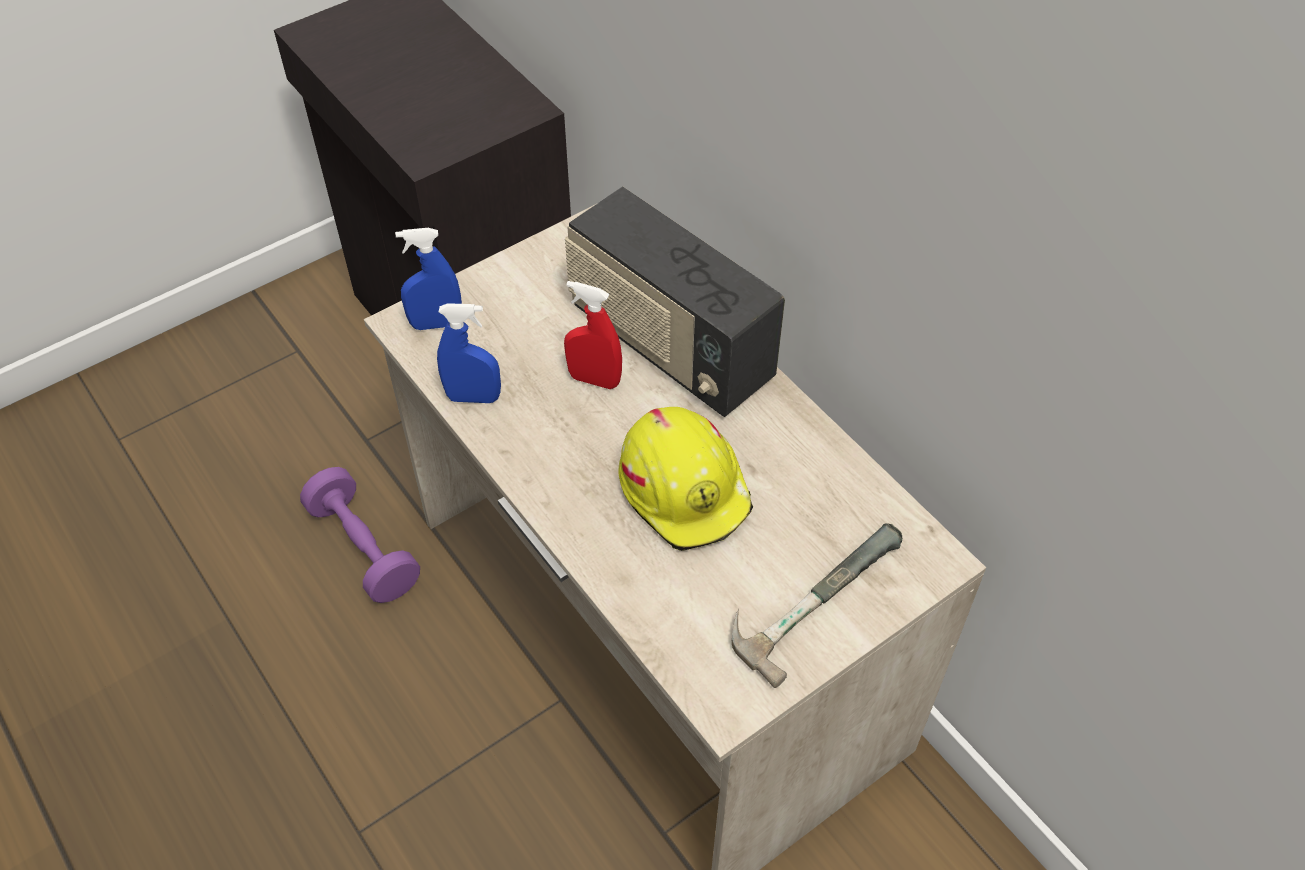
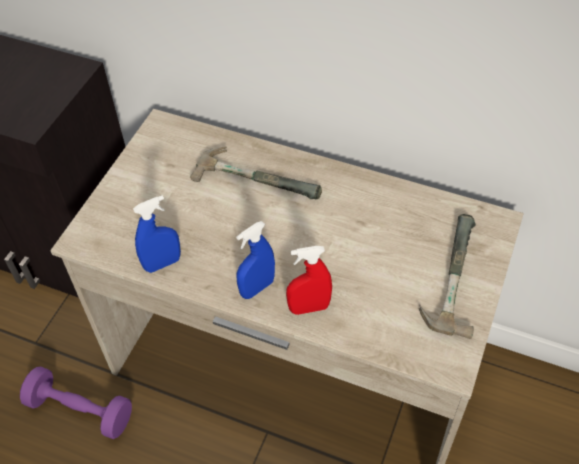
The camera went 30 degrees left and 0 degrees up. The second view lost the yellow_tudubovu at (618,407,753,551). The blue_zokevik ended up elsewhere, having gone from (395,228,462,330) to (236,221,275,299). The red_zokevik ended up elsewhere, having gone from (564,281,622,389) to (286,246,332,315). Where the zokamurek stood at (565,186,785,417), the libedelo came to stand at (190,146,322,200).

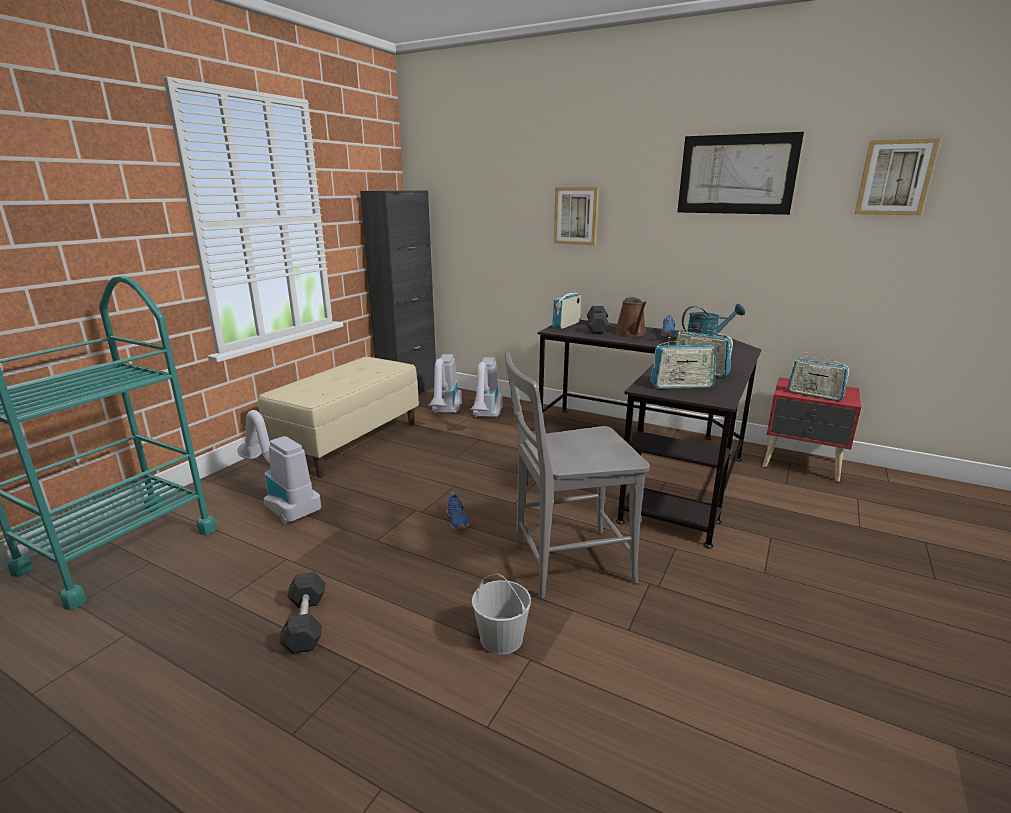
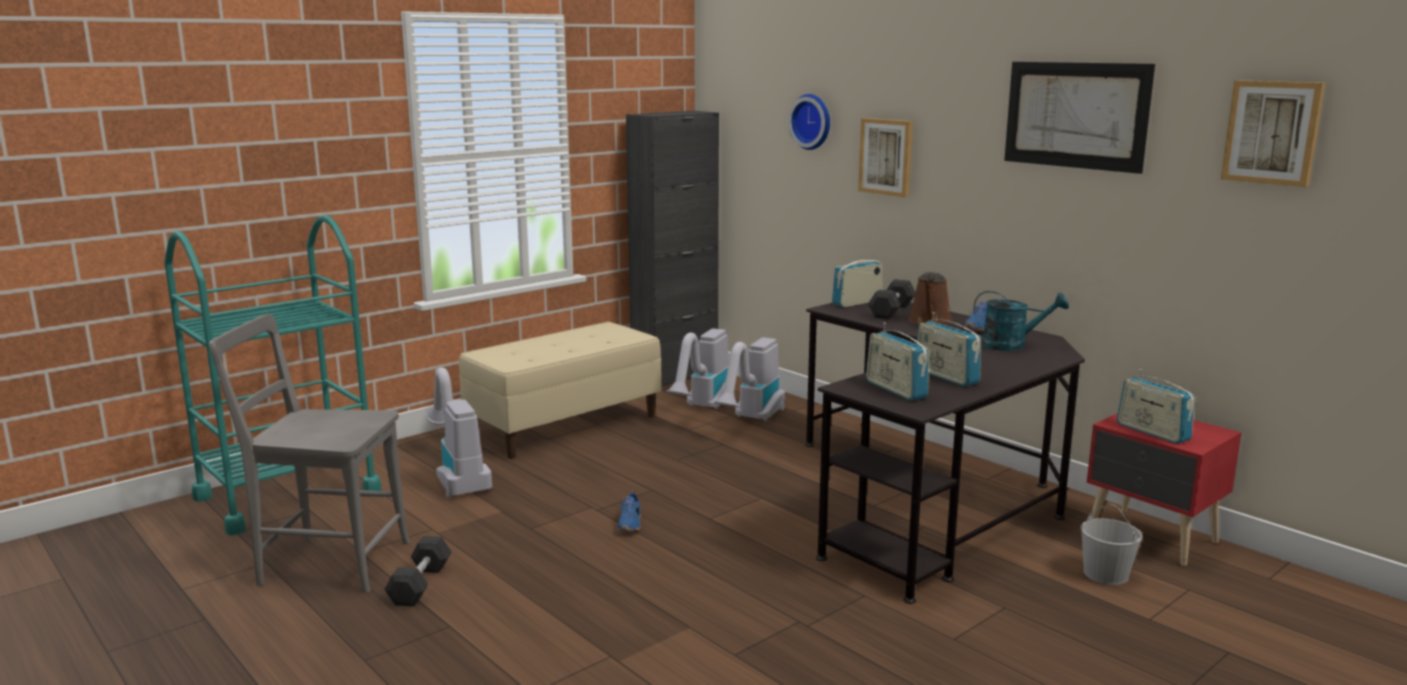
The camera went 20 degrees right and 5 degrees down. The second view gained the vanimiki at (788,94,830,150). The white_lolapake ended up elsewhere, having gone from (472,573,531,655) to (1081,504,1142,585). The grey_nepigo ended up elsewhere, having gone from (505,353,650,598) to (209,314,410,593). The zokamurek at (650,337,716,389) ended up facing another way, 45 degrees clockwise from before.

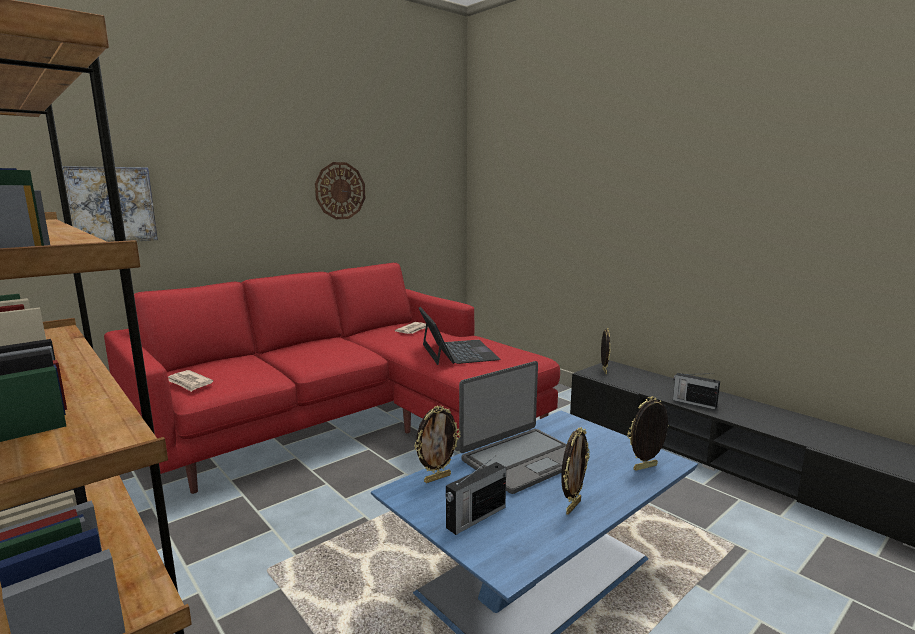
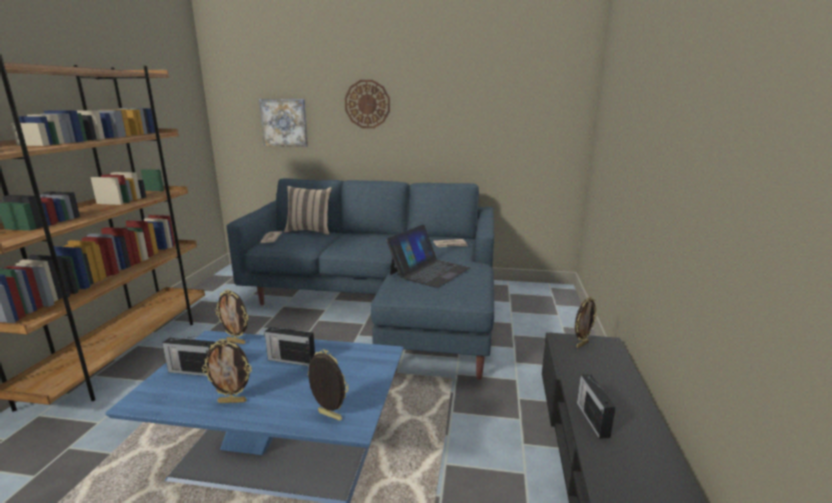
The camera went 50 degrees right and 5 degrees up. The second view gained the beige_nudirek at (284,186,332,235). The vanimiki ended up elsewhere, having gone from (315,162,365,219) to (345,80,390,128). Where the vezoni stood at (459,361,589,494), the zokamurek came to stand at (264,326,315,366). What was the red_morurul at (104,263,560,494) turned into the blue_morurul at (226,178,494,380).

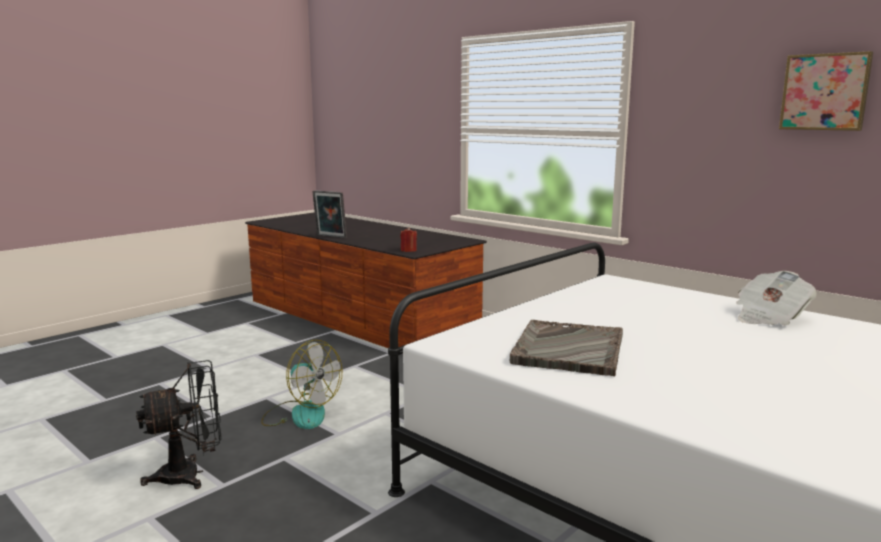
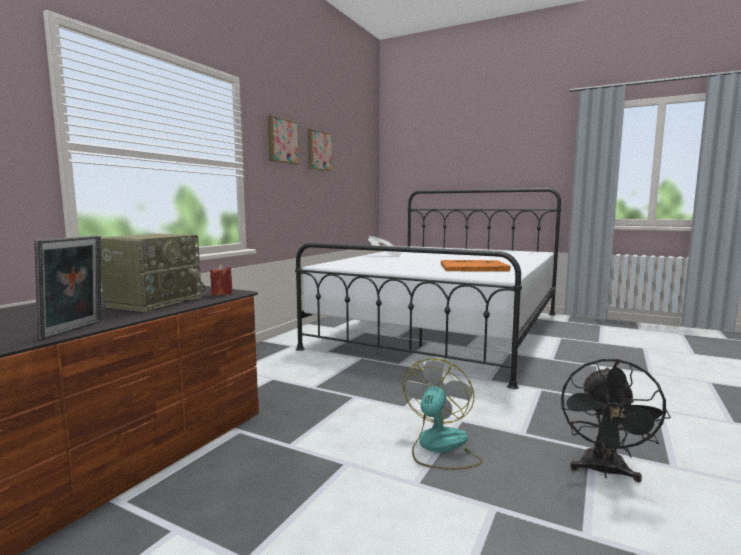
The camera went 105 degrees left and 5 degrees down. The second view gained the zokamurek at (101,234,205,312). The second view gained the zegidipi at (268,115,300,165). What was the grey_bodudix at (510,320,623,376) turned into the orange_bodudix at (441,260,511,272). The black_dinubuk at (136,360,222,489) ended up facing another way, 120 degrees counterclockwise from before.

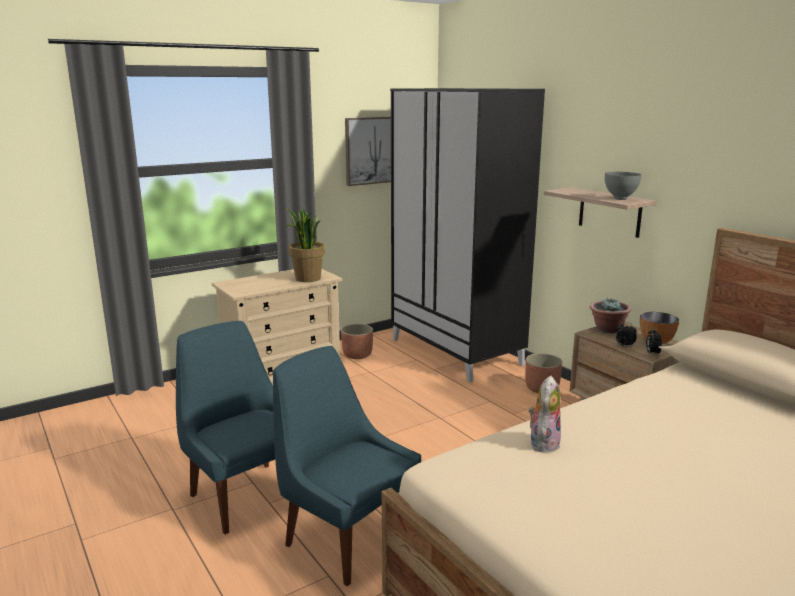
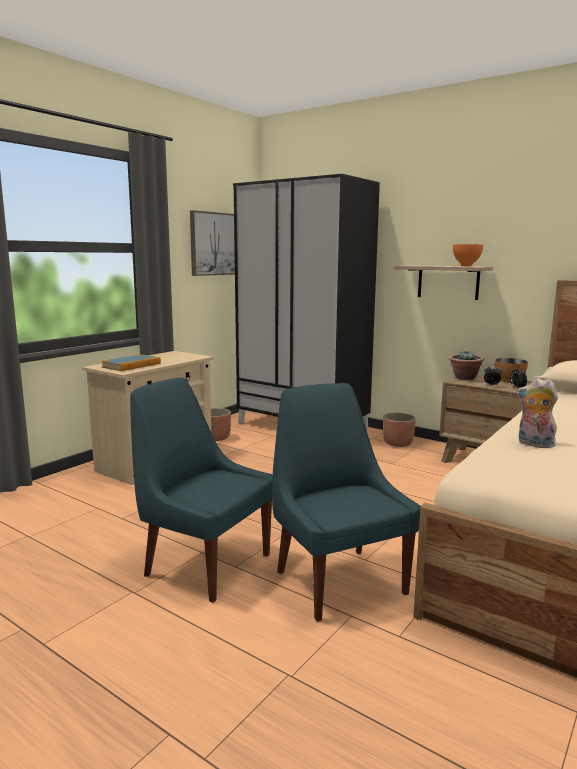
The camera went 20 degrees left and 5 degrees down. The second view lost the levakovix at (286,208,325,282). The second view gained the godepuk at (101,355,161,371). What was the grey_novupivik at (605,172,641,200) turned into the orange_novupivik at (453,244,483,266). The blue_nepigo at (273,346,421,586) ended up facing another way, 45 degrees clockwise from before. The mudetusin at (529,375,561,453) ended up facing another way, 60 degrees counterclockwise from before.

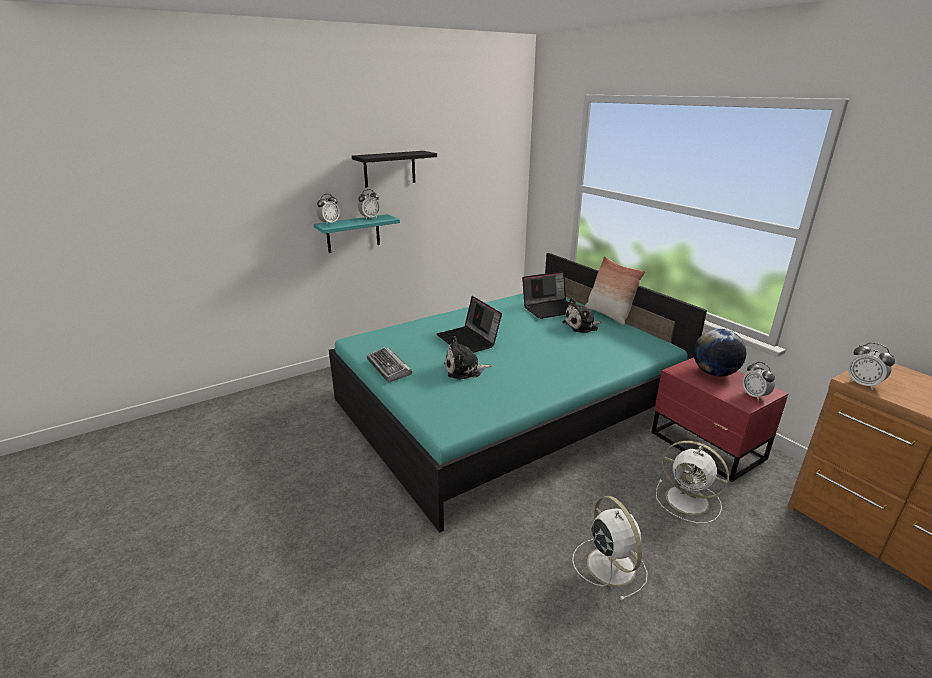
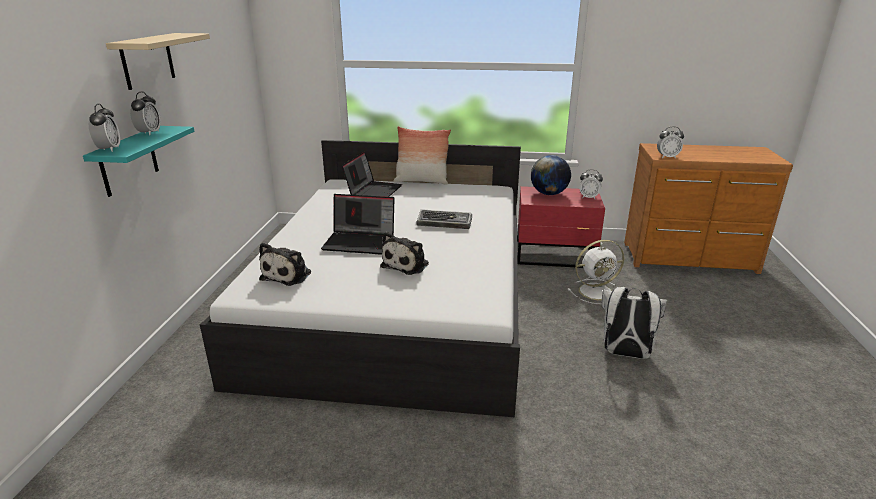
The camera went 50 degrees left and 0 degrees up. The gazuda ended up elsewhere, having gone from (367,347,412,383) to (417,209,472,229). The mudetusin ended up elsewhere, having gone from (562,298,601,333) to (259,243,311,286). Where the white_dinubuk stood at (572,496,648,600), the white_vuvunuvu came to stand at (602,287,667,359). What was the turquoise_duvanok at (329,253,707,533) turned into the white_duvanok at (200,140,521,417). What was the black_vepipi at (352,151,437,187) turned into the beige_vepipi at (106,33,210,90).

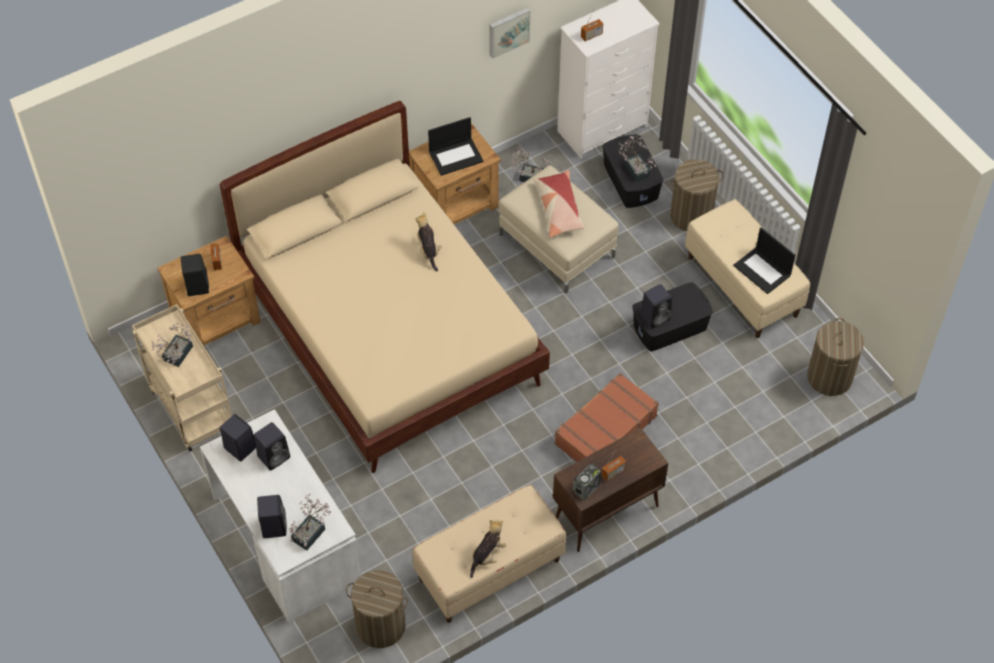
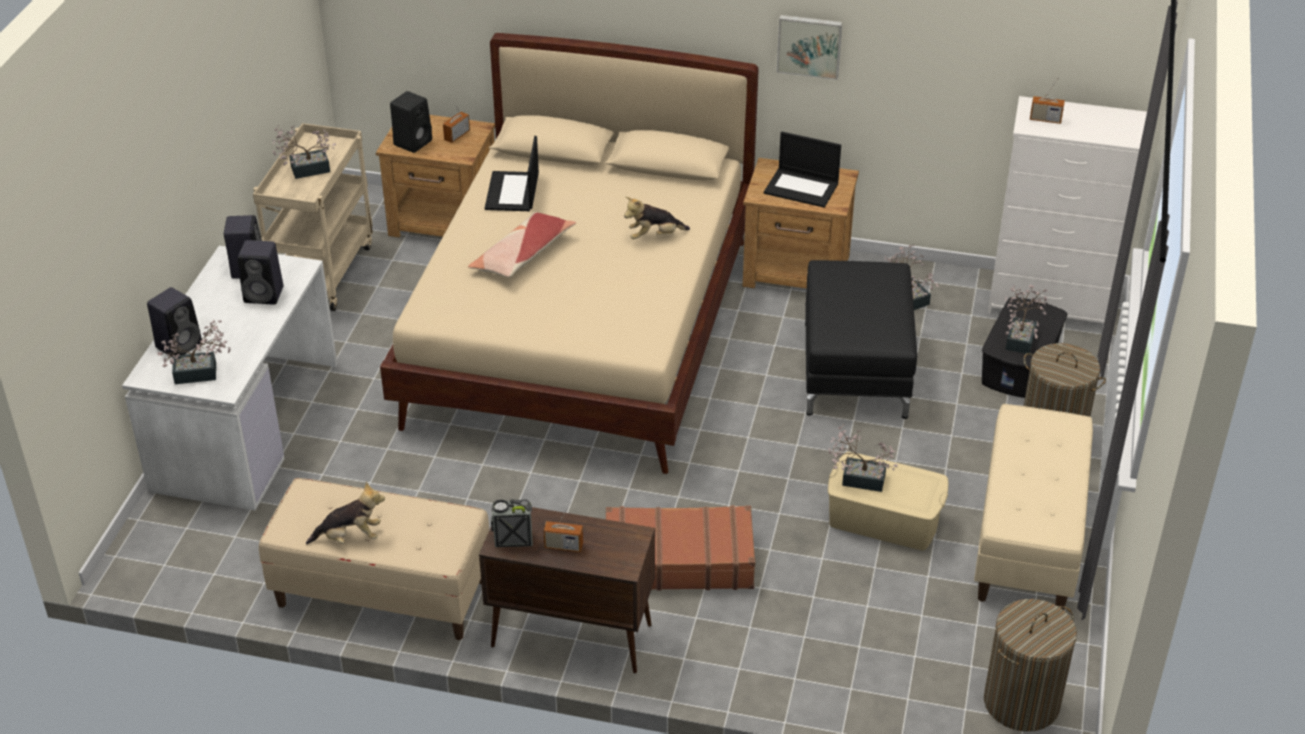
The camera went 45 degrees right and 15 degrees down. The second view lost the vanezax at (346,570,408,648). The zegidipi ended up elsewhere, having gone from (489,7,530,59) to (777,15,842,80). The nudirek ended up elsewhere, having gone from (534,170,584,238) to (468,212,576,277). The vezoni ended up elsewhere, having gone from (733,227,795,294) to (485,136,539,211). Where the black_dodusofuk stood at (641,284,672,329), the levakovix came to stand at (828,424,898,492). What was the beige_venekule at (499,166,619,294) turned into the black_venekule at (805,260,917,419). What was the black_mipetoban at (632,282,712,352) turned into the beige_mipetoban at (828,452,948,550). The mudetusin at (416,211,442,271) ended up facing another way, 135 degrees counterclockwise from before.

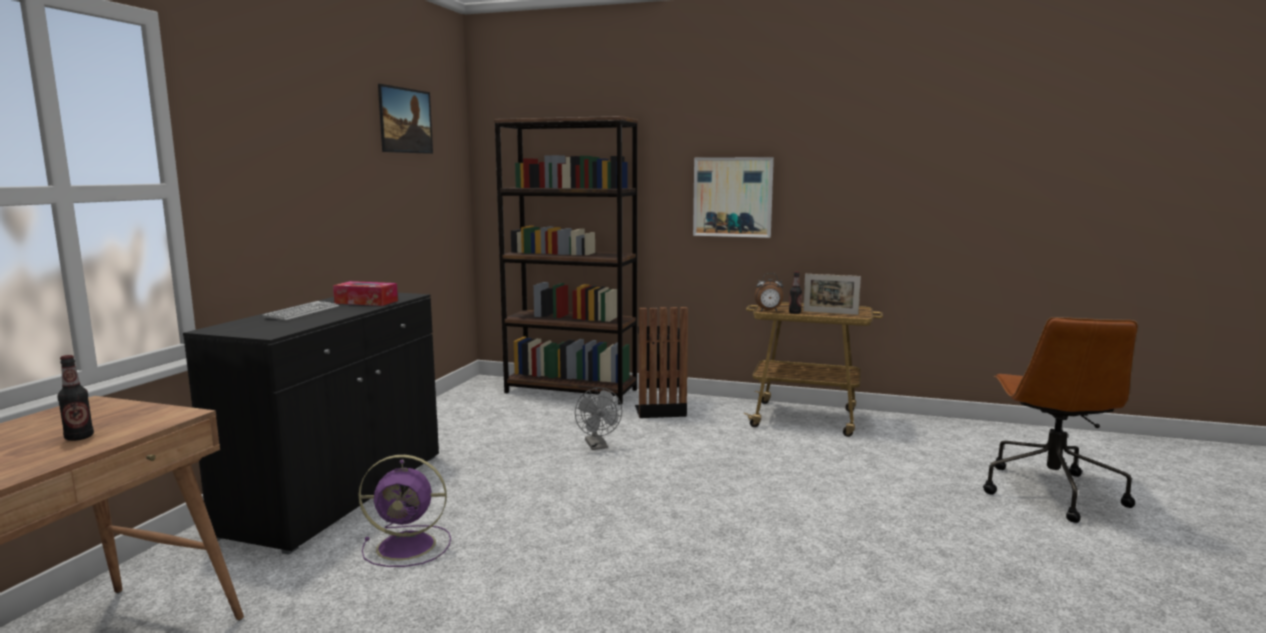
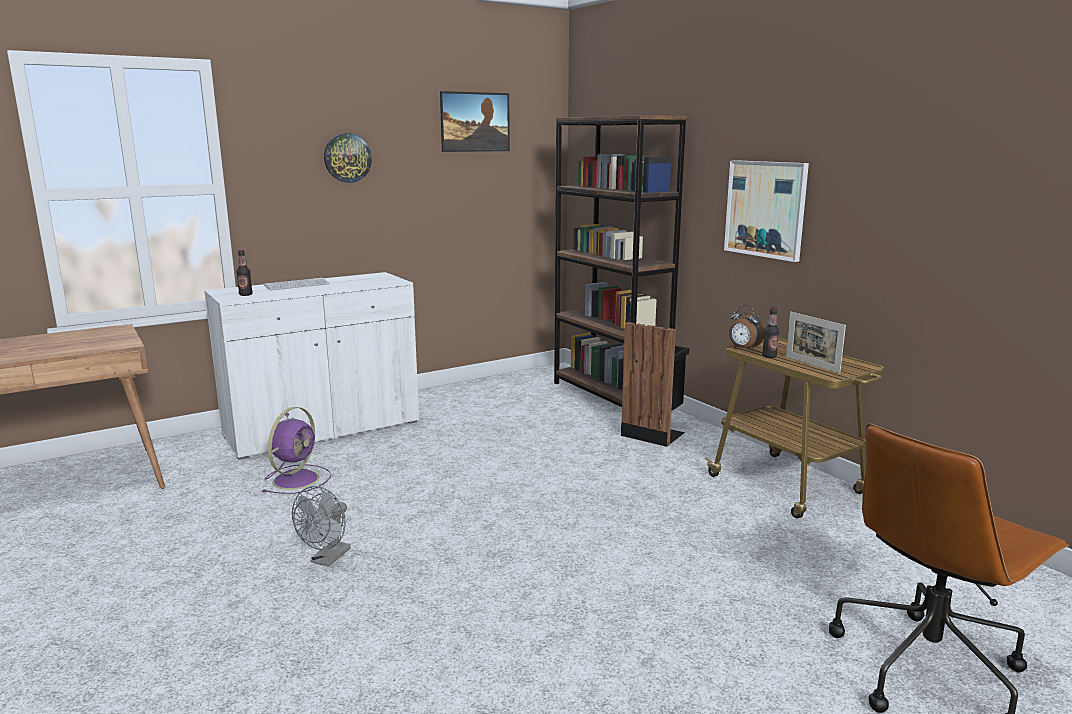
The camera went 40 degrees right and 5 degrees up. The second view lost the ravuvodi at (333,281,398,306). The second view gained the vanimiki at (324,133,372,183). The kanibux ended up elsewhere, having gone from (58,355,94,441) to (236,250,253,296). The grey_dinubuk ended up elsewhere, having gone from (575,388,622,450) to (292,486,351,567). What was the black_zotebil at (183,293,439,555) turned into the white_zotebil at (204,272,419,460). The purple_dinubuk at (359,455,451,567) ended up facing another way, 105 degrees counterclockwise from before.

